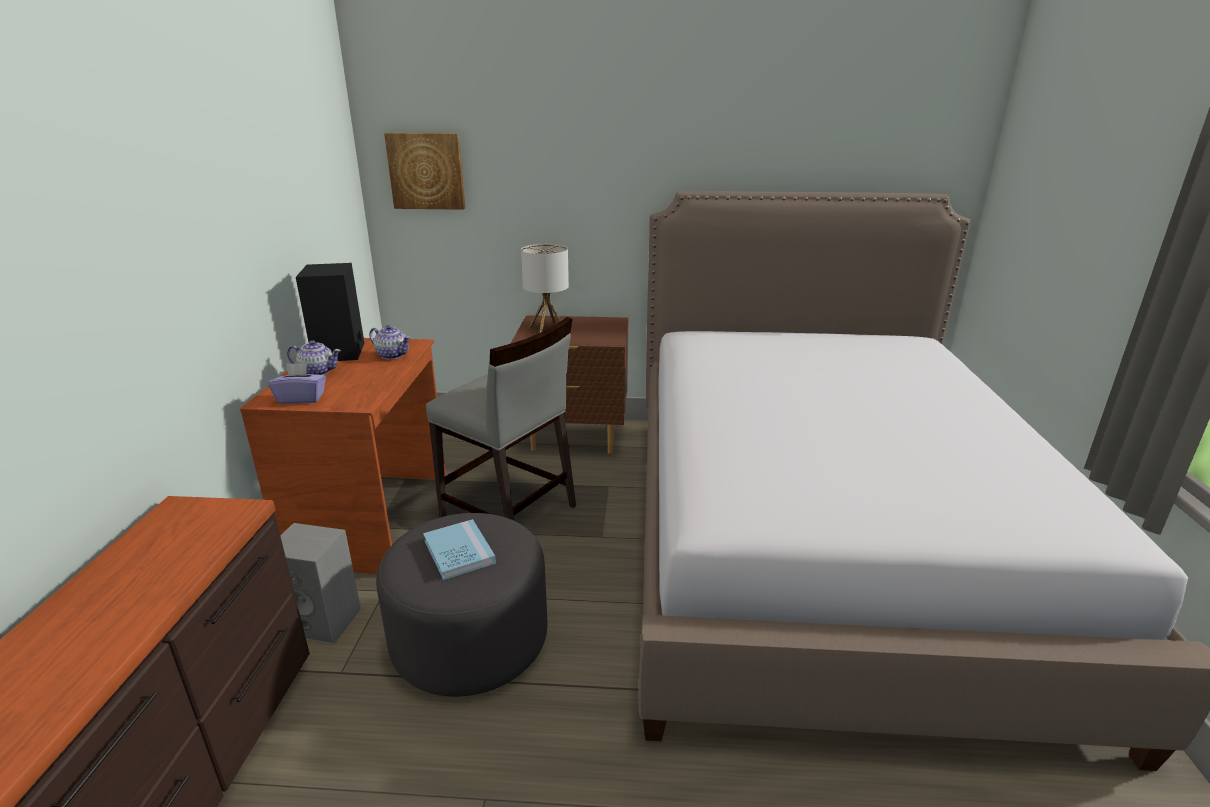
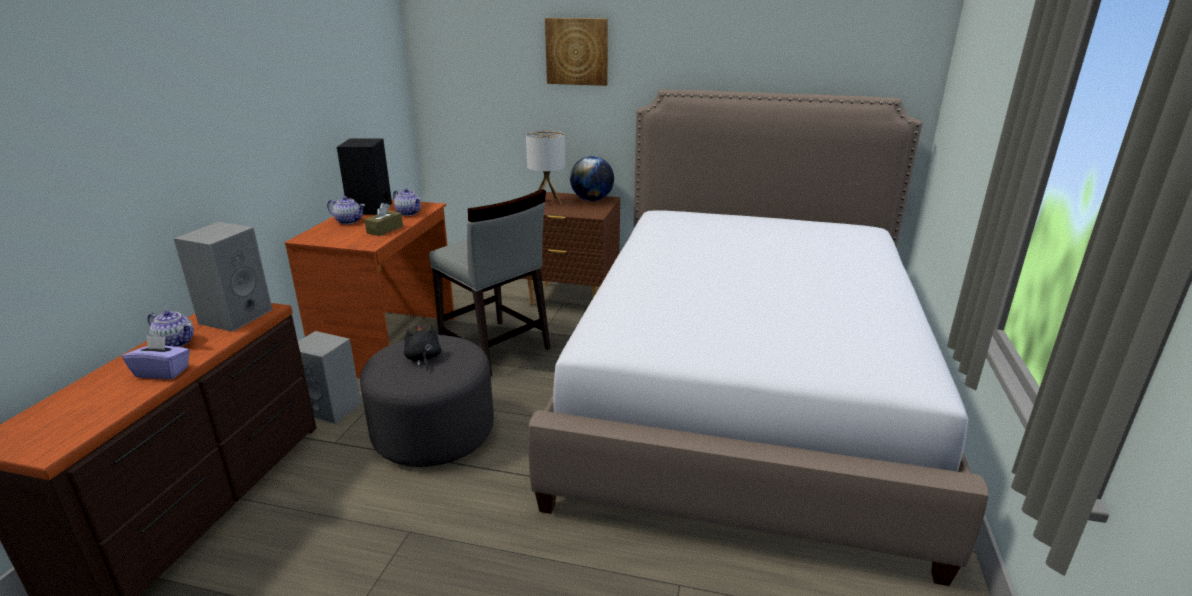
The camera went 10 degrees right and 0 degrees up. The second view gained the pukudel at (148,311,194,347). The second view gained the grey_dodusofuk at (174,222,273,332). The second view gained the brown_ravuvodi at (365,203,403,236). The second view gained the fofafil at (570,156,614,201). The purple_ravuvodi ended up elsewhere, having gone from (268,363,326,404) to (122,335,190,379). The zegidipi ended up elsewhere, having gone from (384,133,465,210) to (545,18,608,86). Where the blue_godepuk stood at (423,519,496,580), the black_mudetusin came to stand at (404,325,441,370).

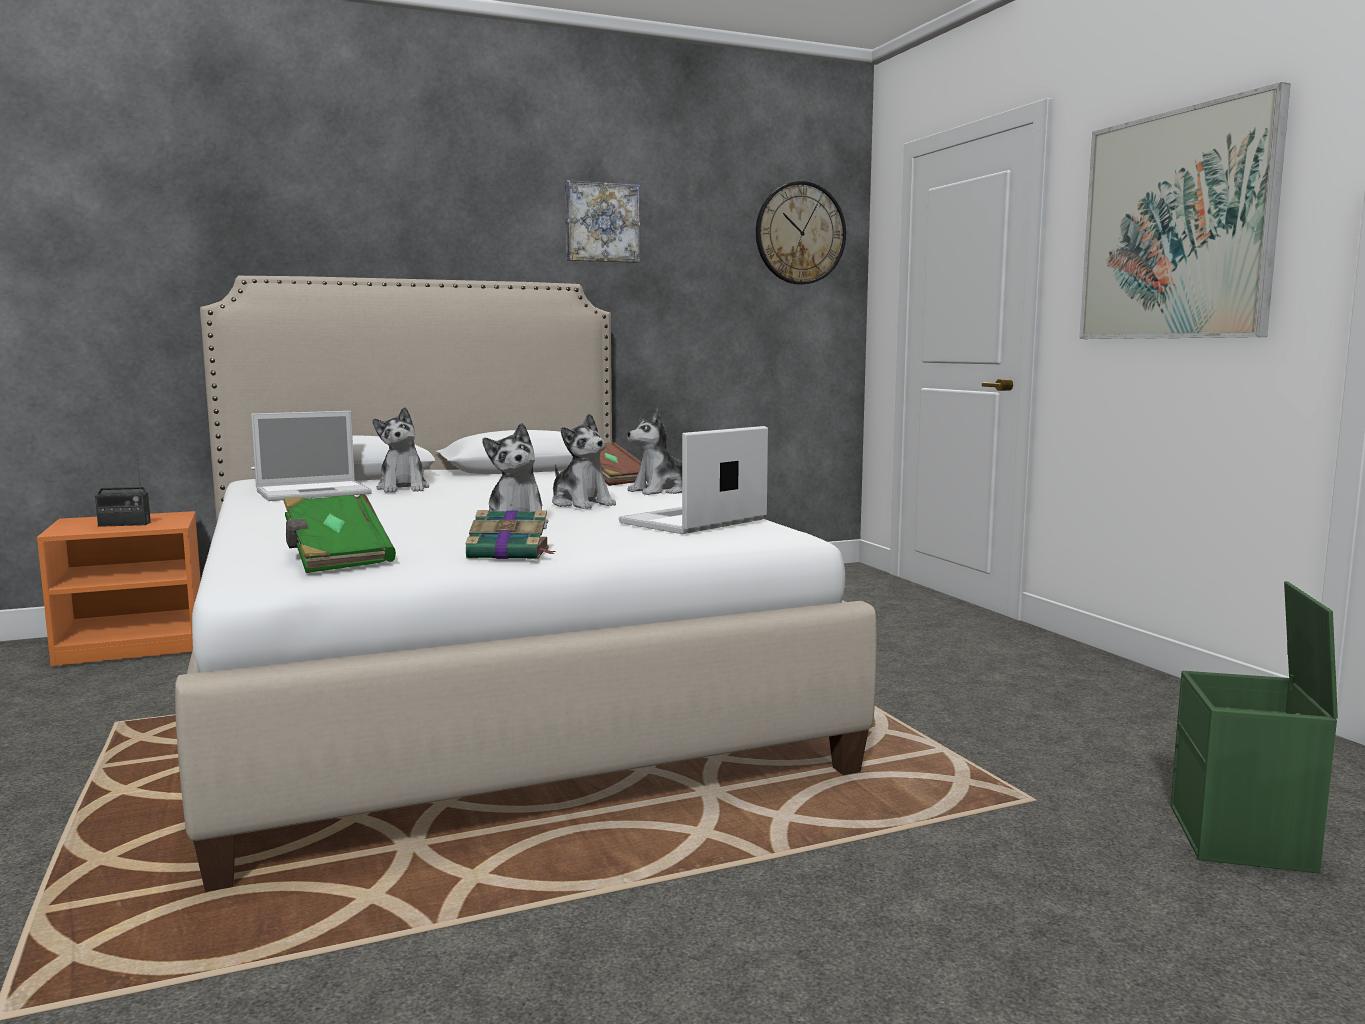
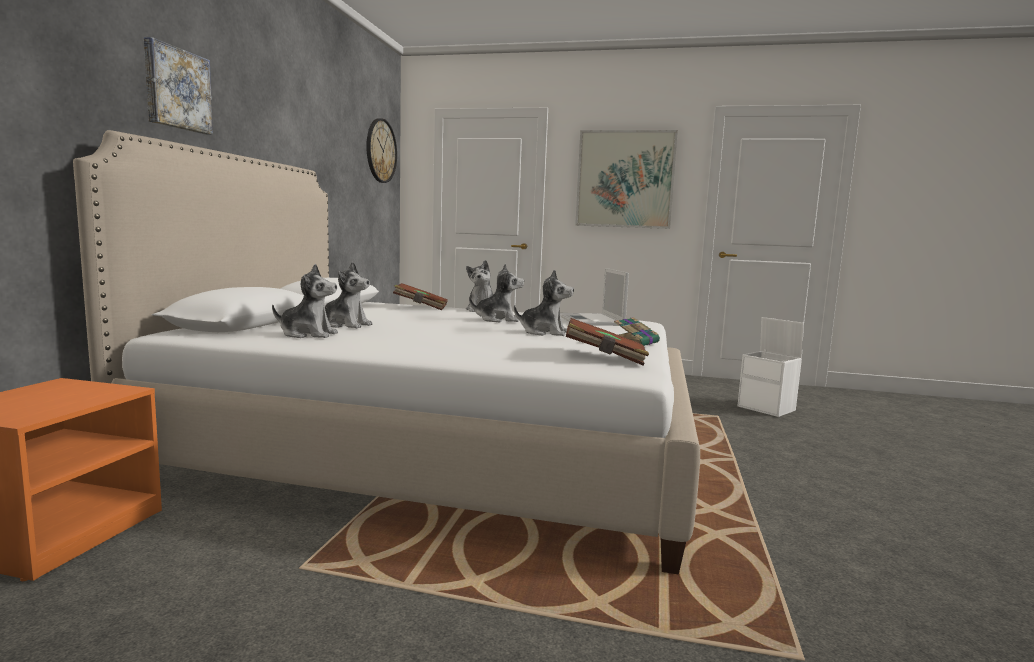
The camera went 55 degrees left and 0 degrees up. The second view lost the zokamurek at (95,459,151,527). The zegidipi ended up elsewhere, having gone from (565,180,640,263) to (144,37,213,135). Where the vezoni stood at (251,411,372,501), the mudetusin came to stand at (272,264,338,338). What was the green_godepuk at (283,494,396,573) turned into the brown_godepuk at (566,318,649,366). What was the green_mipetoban at (1170,581,1338,874) turned into the white_mipetoban at (737,317,804,417).

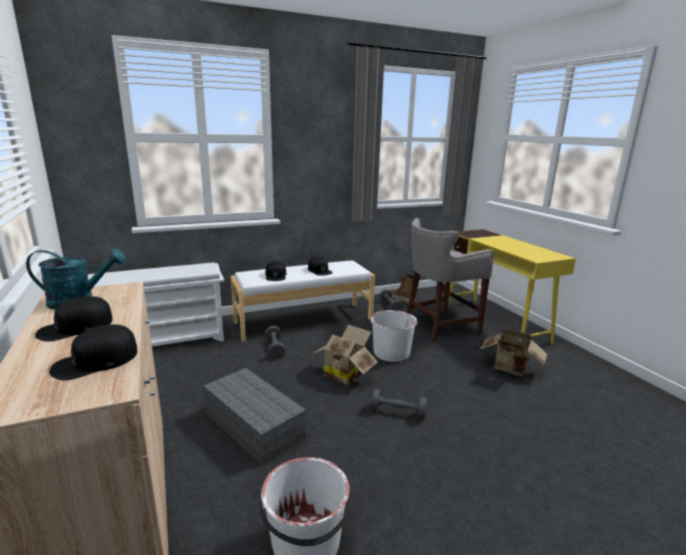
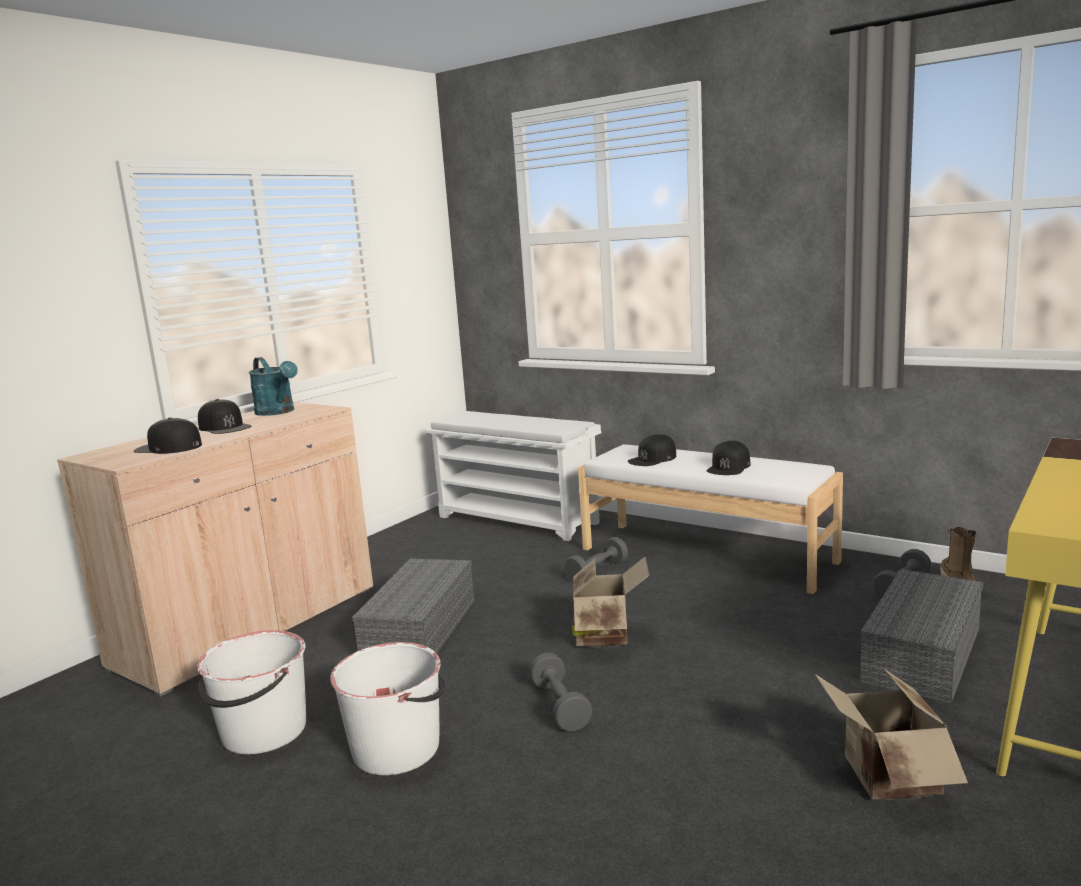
The camera went 60 degrees right and 5 degrees down. The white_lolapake ended up elsewhere, having gone from (369,310,418,362) to (330,642,445,775). Where the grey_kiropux stood at (406,218,494,342), the grey_mipetoban came to stand at (860,569,983,703). The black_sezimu at (35,296,113,342) ended up facing another way, 150 degrees counterclockwise from before.

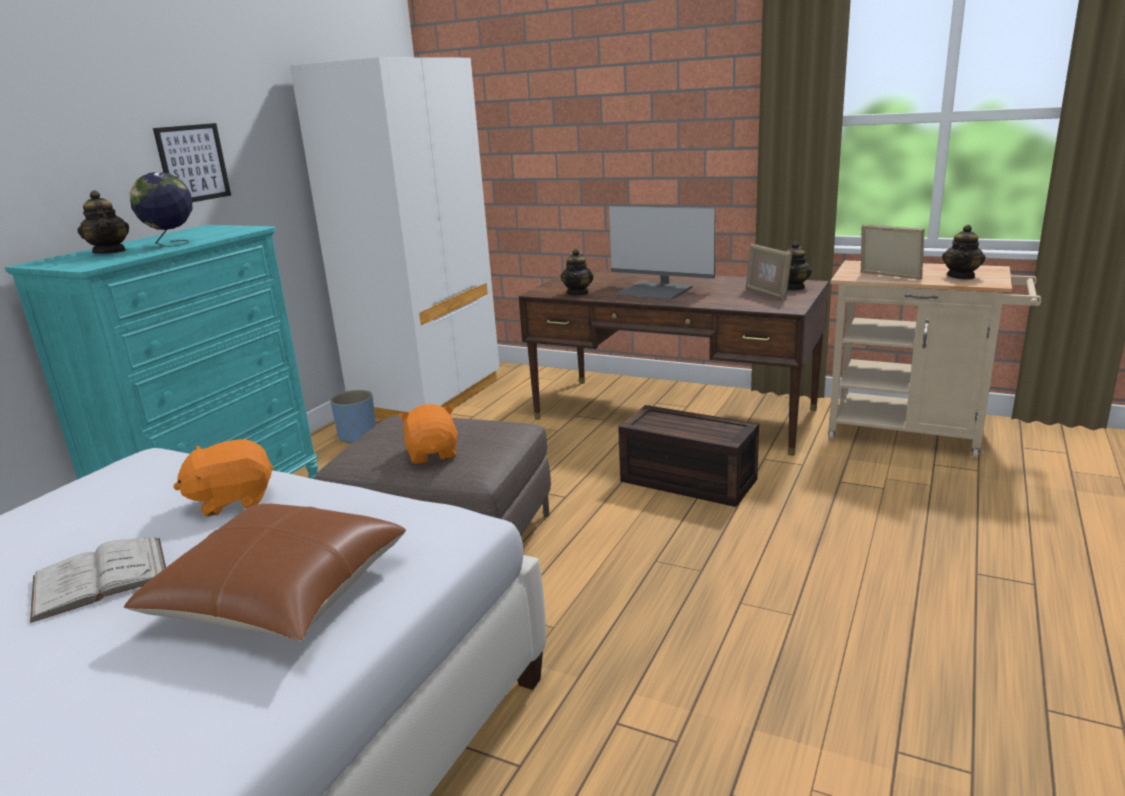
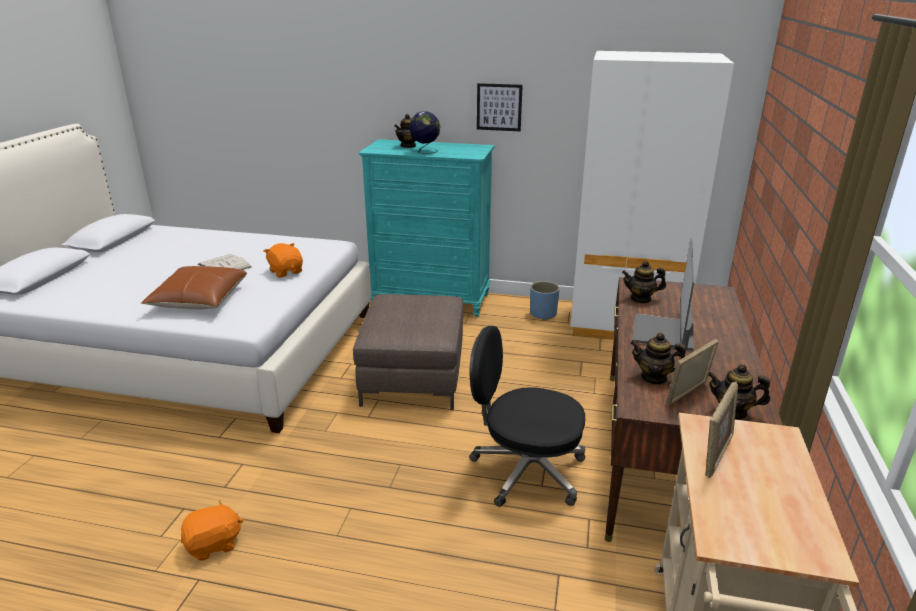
The camera went 75 degrees right and 5 degrees up. The orange_mudetusin ended up elsewhere, having gone from (398,404,457,464) to (181,500,244,561). The pukudel ended up elsewhere, having gone from (942,225,986,279) to (630,333,686,385). Where the brown_mipetoban stood at (618,405,759,507), the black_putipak came to stand at (469,326,585,507).

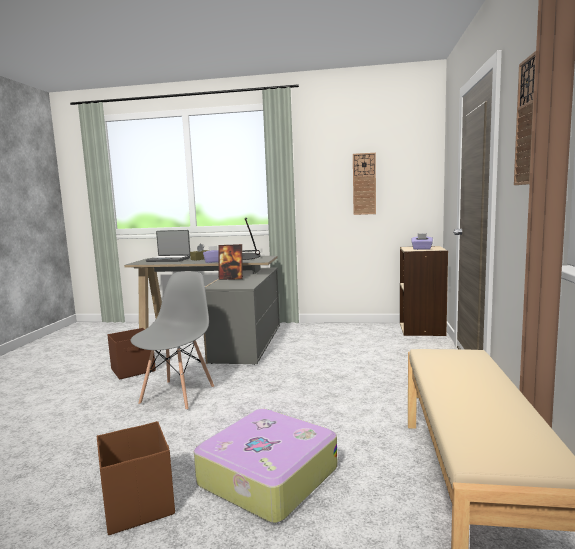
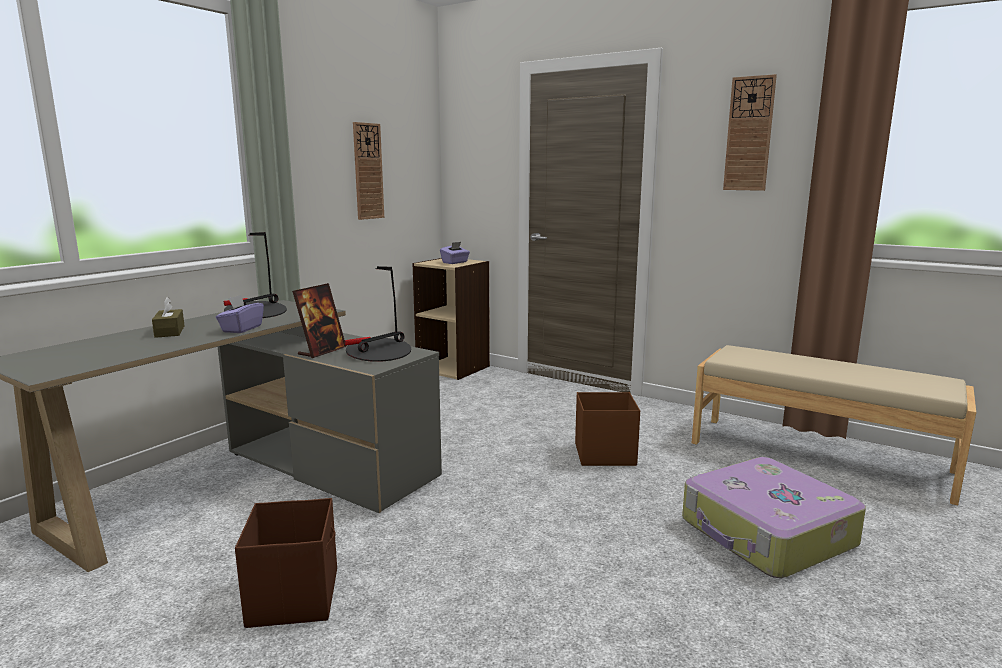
The camera went 65 degrees left and 5 degrees up. The second view lost the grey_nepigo at (131,271,214,410). The second view lost the vezoni at (146,230,190,262). The second view gained the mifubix at (344,266,411,362). The brown_mipetoban ended up elsewhere, having gone from (97,421,175,535) to (575,392,640,466).

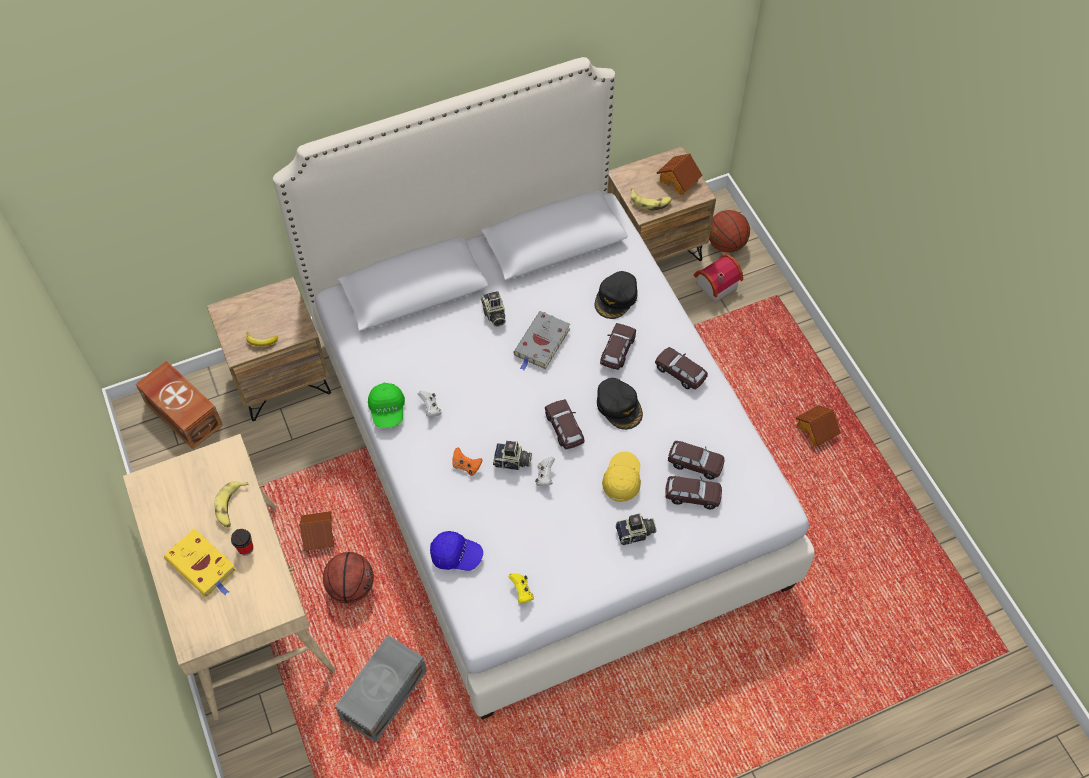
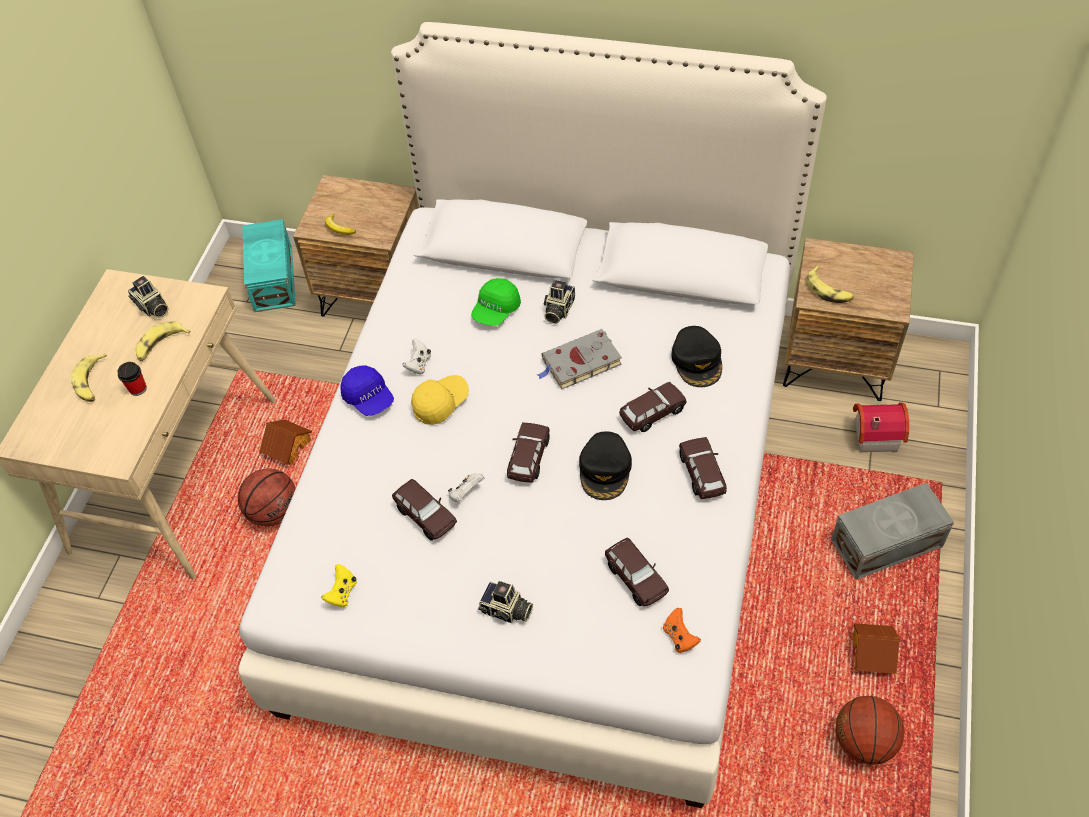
The camera went 40 degrees right and 5 degrees down. The second view lost the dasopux at (656,153,702,196). The grey_mipetoban ended up elsewhere, having gone from (335,635,426,743) to (831,483,954,580). The green_sezimu ended up elsewhere, having gone from (368,383,405,428) to (471,278,521,326). The blue_sezimu ended up elsewhere, having gone from (430,531,483,571) to (340,365,394,416). The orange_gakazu ended up elsewhere, having gone from (453,447,483,476) to (663,608,701,653). The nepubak ended up elsewhere, having gone from (493,441,532,470) to (128,276,168,318). The yellow_sezimu ended up elsewhere, having gone from (602,451,641,502) to (411,375,469,425). The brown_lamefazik ended up elsewhere, having gone from (665,476,722,509) to (392,479,457,541). The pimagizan ended up elsewhere, having gone from (709,210,750,253) to (836,696,905,765). Where the yellow_godepuk stood at (164,529,237,597), the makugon came to stand at (71,354,107,402). What was the brown_mipetoban at (136,360,223,449) turned into the turquoise_mipetoban at (242,219,296,312). The black_sezimu at (595,271,638,319) ended up facing another way, 75 degrees counterclockwise from before.

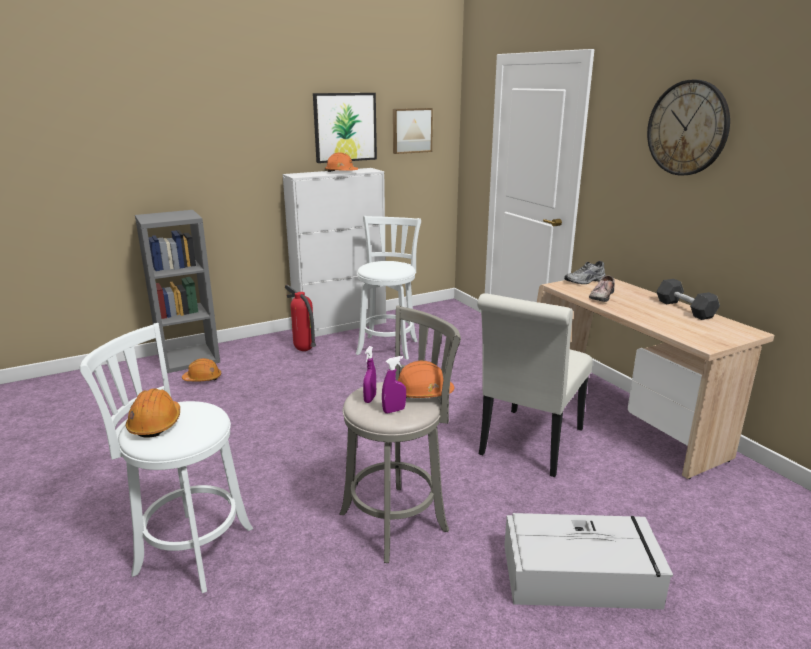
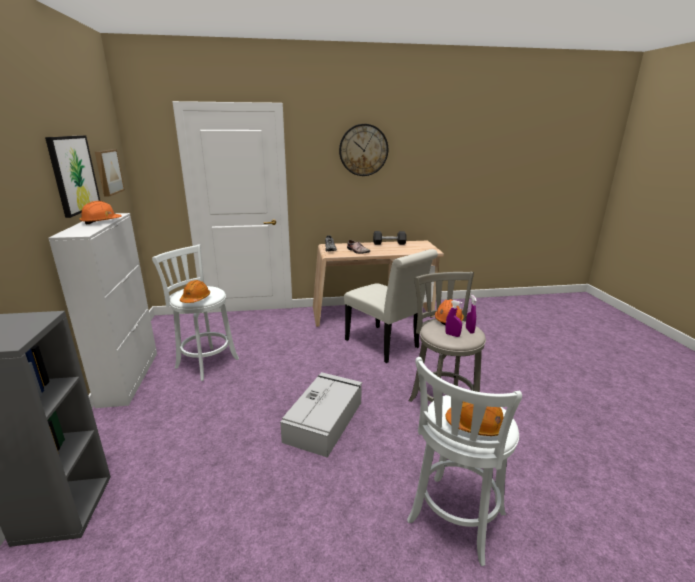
The camera went 70 degrees left and 0 degrees up. The second view lost the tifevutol at (285,284,316,351). The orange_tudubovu ended up elsewhere, having gone from (182,358,221,382) to (180,280,210,303). The grey_mipetoban ended up elsewhere, having gone from (504,513,673,609) to (280,372,362,458).

